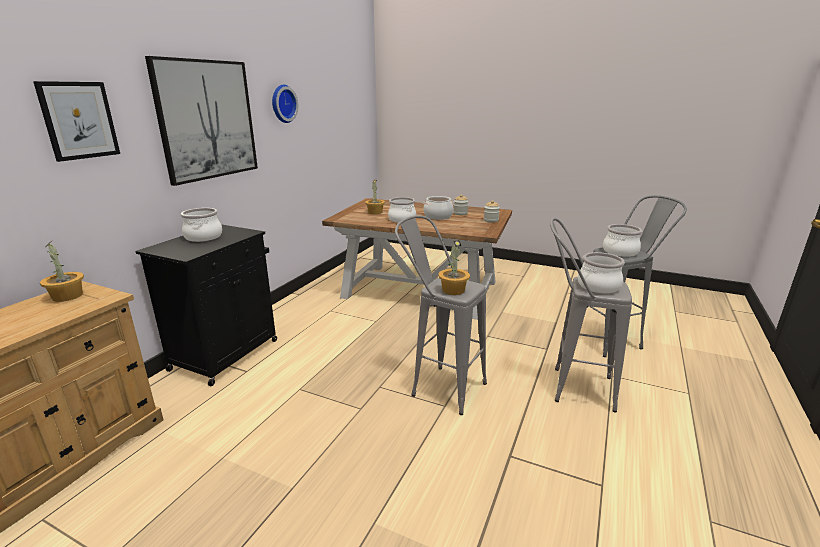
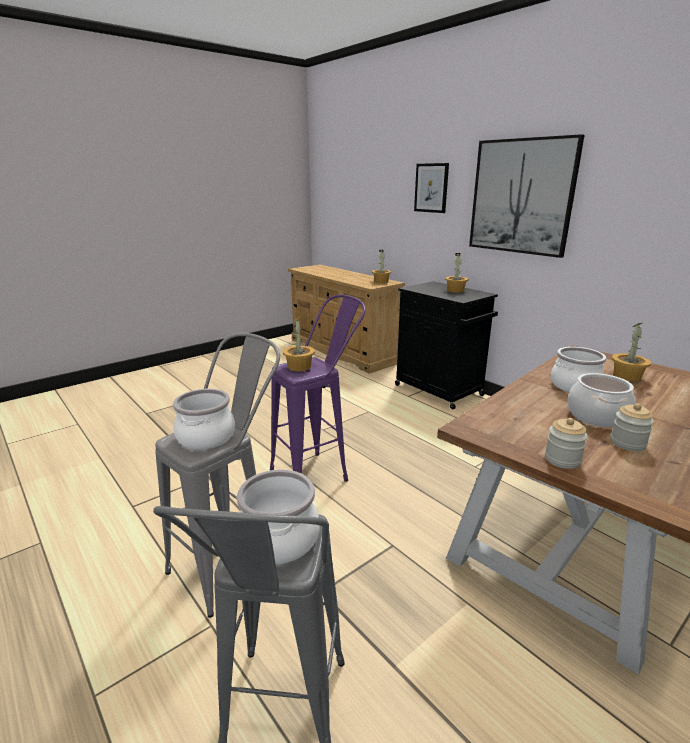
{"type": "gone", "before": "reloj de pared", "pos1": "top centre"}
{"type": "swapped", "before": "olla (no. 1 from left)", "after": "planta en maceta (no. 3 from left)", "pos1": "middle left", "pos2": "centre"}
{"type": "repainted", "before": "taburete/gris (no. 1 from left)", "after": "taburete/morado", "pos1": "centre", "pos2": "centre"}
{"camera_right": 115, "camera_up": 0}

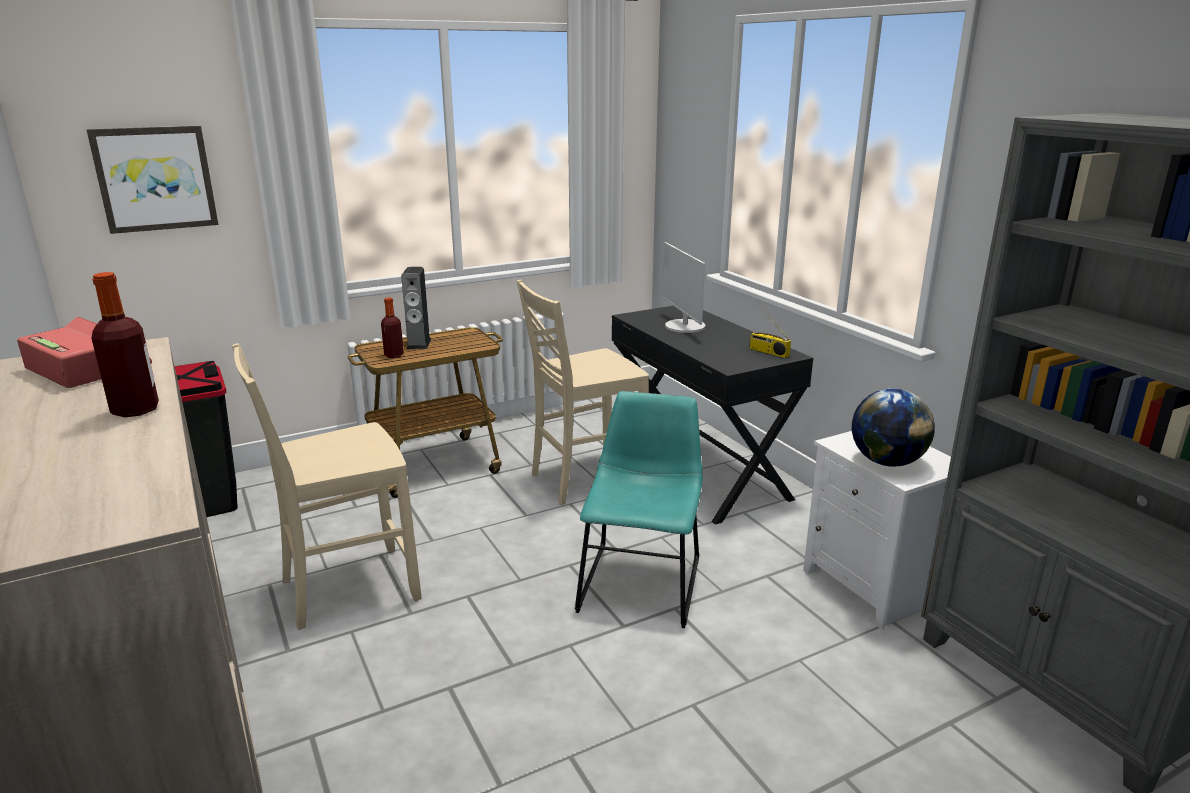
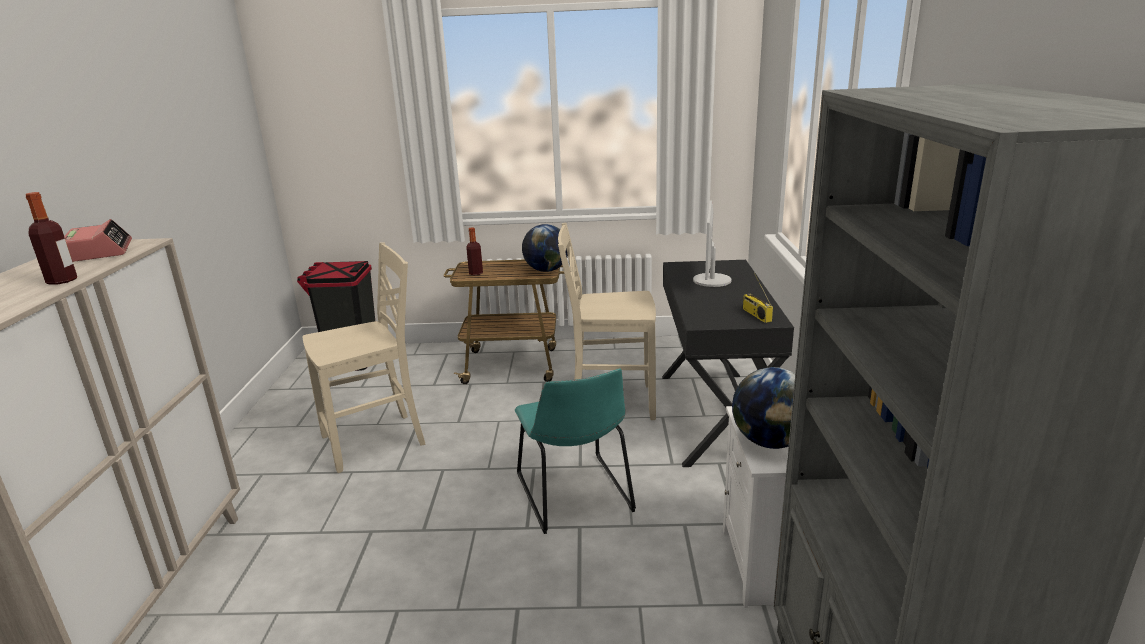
{"type": "gone", "before": "cuadro", "pos1": "top left"}
{"type": "gone", "before": "altavoz", "pos1": "centre"}
{"type": "new", "after": "globo terráqueo (no. 1 from left)", "pos2": "centre"}
{"type": "rotated", "before": "silla/beis (no. 1 from left)", "pos1": "middle left", "pos2": "middle left", "turn": 150}
{"type": "rotated", "before": "silla/turquesa", "pos1": "centre", "pos2": "bottom centre", "turn": 120}
{"camera_right": 30, "camera_up": 0}

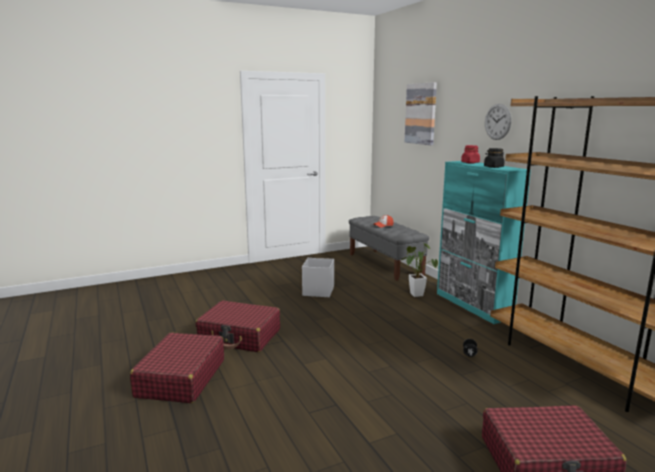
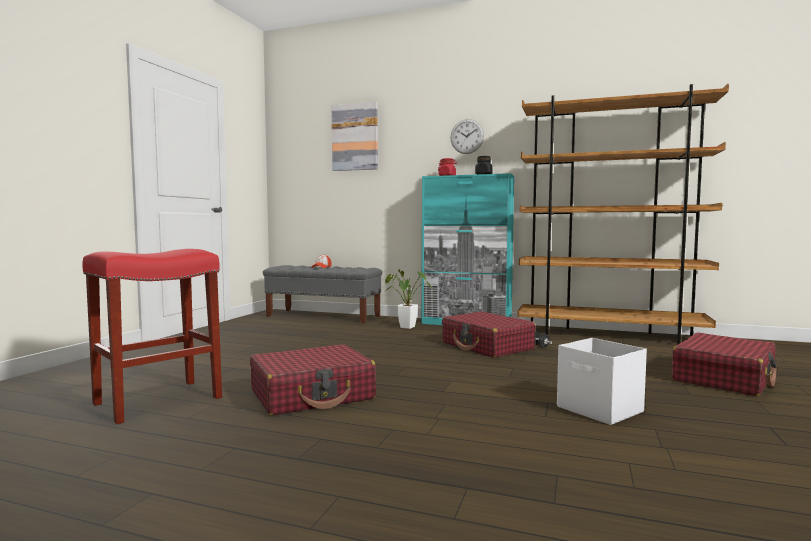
{"type": "new", "after": "taburete/rojo", "pos2": "middle left"}
{"type": "shifted", "before": "maleta/rojo (no. 1 from left in the first image)", "after": "maleta/rojo (no. 2 from left)", "pos1": "bottom left", "pos2": "centre"}
{"type": "shifted", "before": "caja de almacenaje/blanco", "pos1": "centre", "pos2": "bottom right"}
{"camera_right": -45, "camera_up": -10}

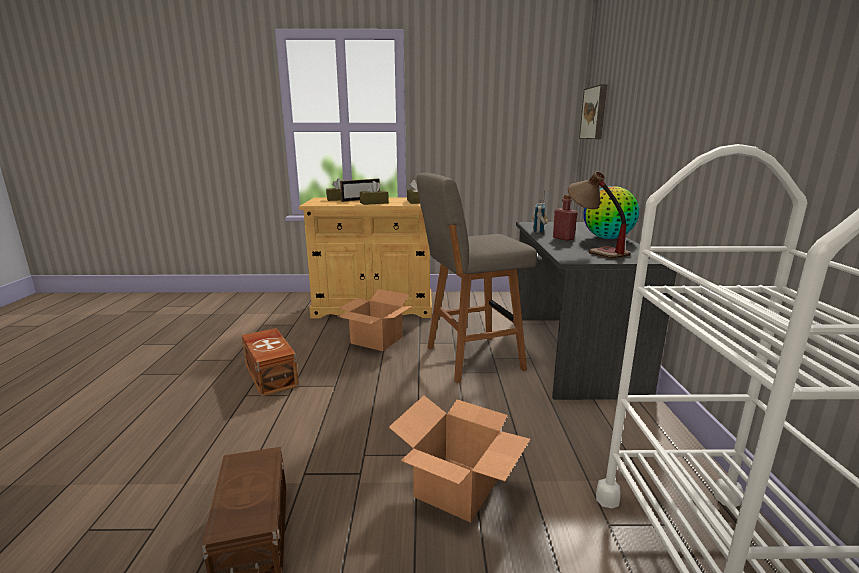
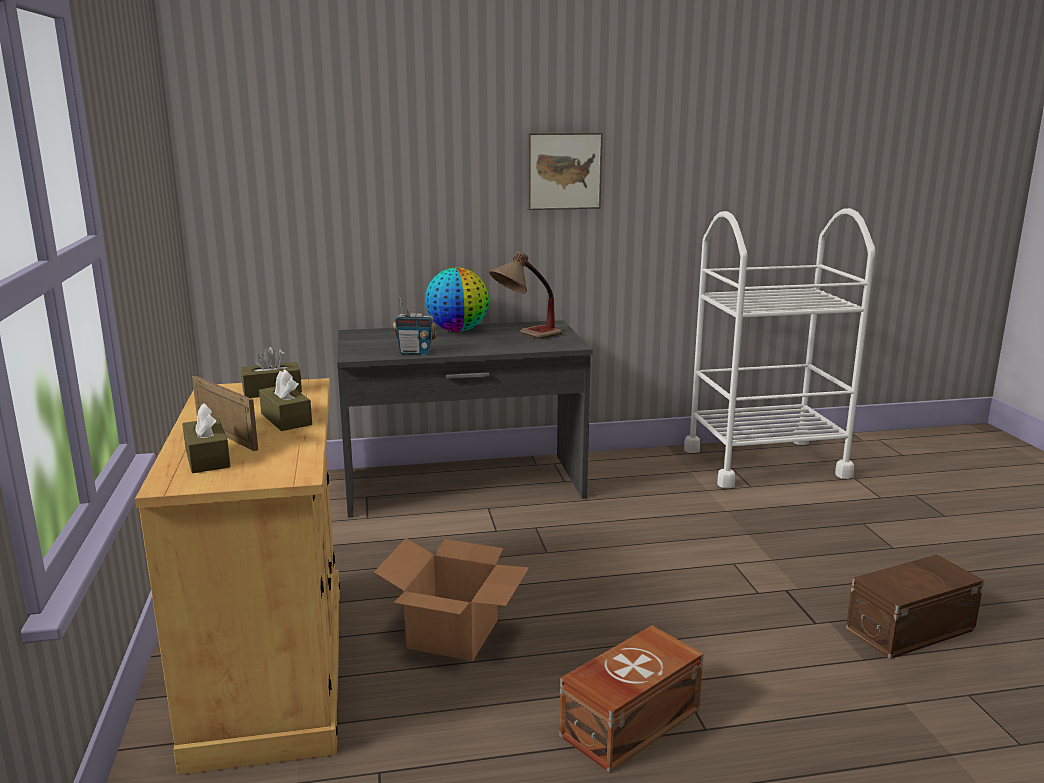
{"type": "gone", "before": "caja de cartón (no. 2 from left)", "pos1": "bottom centre"}
{"type": "gone", "before": "taburete/gris", "pos1": "centre"}
{"type": "gone", "before": "botella/rojo", "pos1": "centre"}
{"type": "shifted", "before": "cuadro", "pos1": "top right", "pos2": "top centre"}
{"camera_right": -100, "camera_up": 0}

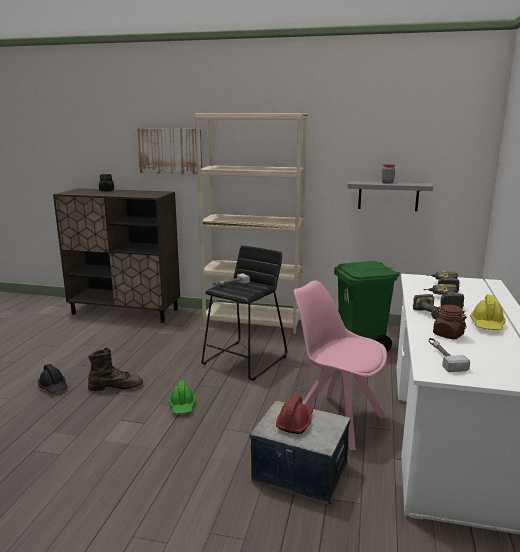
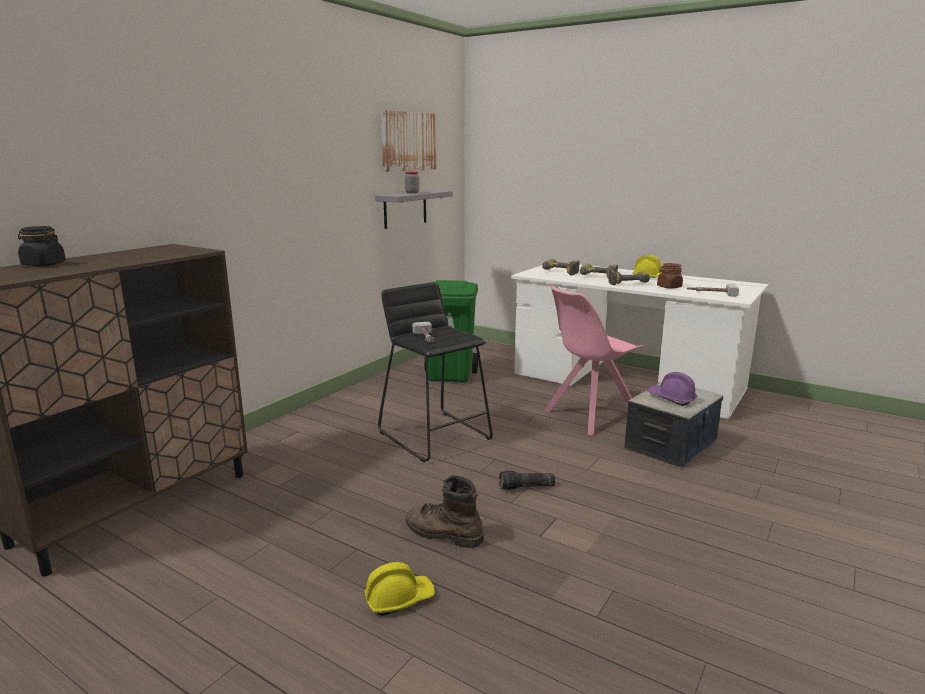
{"type": "gone", "before": "estantería/beis", "pos1": "centre"}
{"type": "shifted", "before": "cuadro", "pos1": "top left", "pos2": "top centre"}
{"type": "swapped", "before": "casco/verde", "after": "linterna", "pos1": "bottom centre", "pos2": "bottom centre"}
{"type": "repainted", "before": "casco/negro", "after": "casco/amarillo (no. 1 from left)", "pos1": "bottom left", "pos2": "bottom centre"}
{"type": "repainted", "before": "casco/rojo", "after": "casco/morado", "pos1": "bottom centre", "pos2": "middle right"}
{"type": "rotated", "before": "bota/marrón", "pos1": "bottom left", "pos2": "bottom centre", "turn": -75}
{"camera_right": -70, "camera_up": 0}

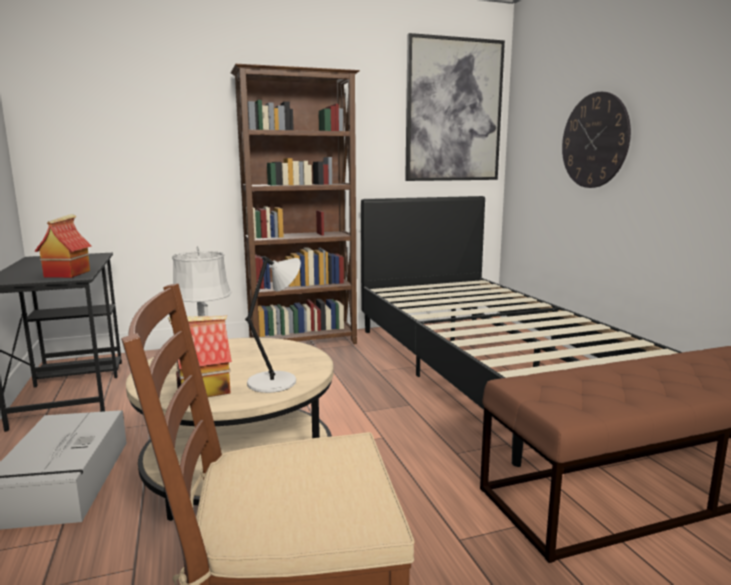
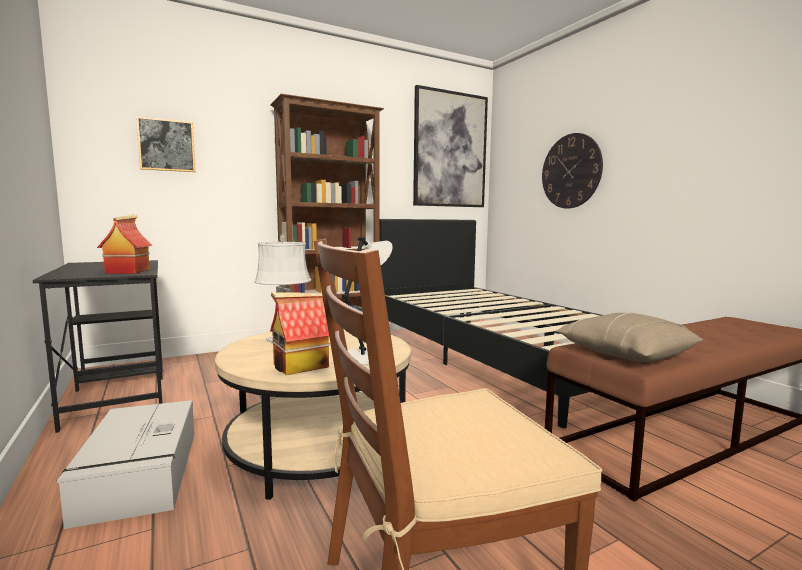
{"type": "new", "after": "cuadro (no. 1 from left)", "pos2": "top left"}
{"type": "new", "after": "cojín/beis", "pos2": "middle right"}
{"camera_right": -10, "camera_up": -5}

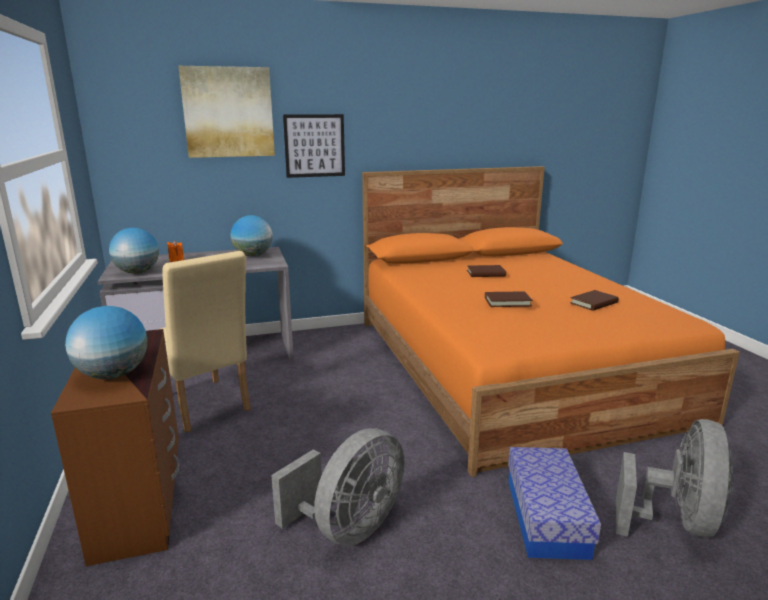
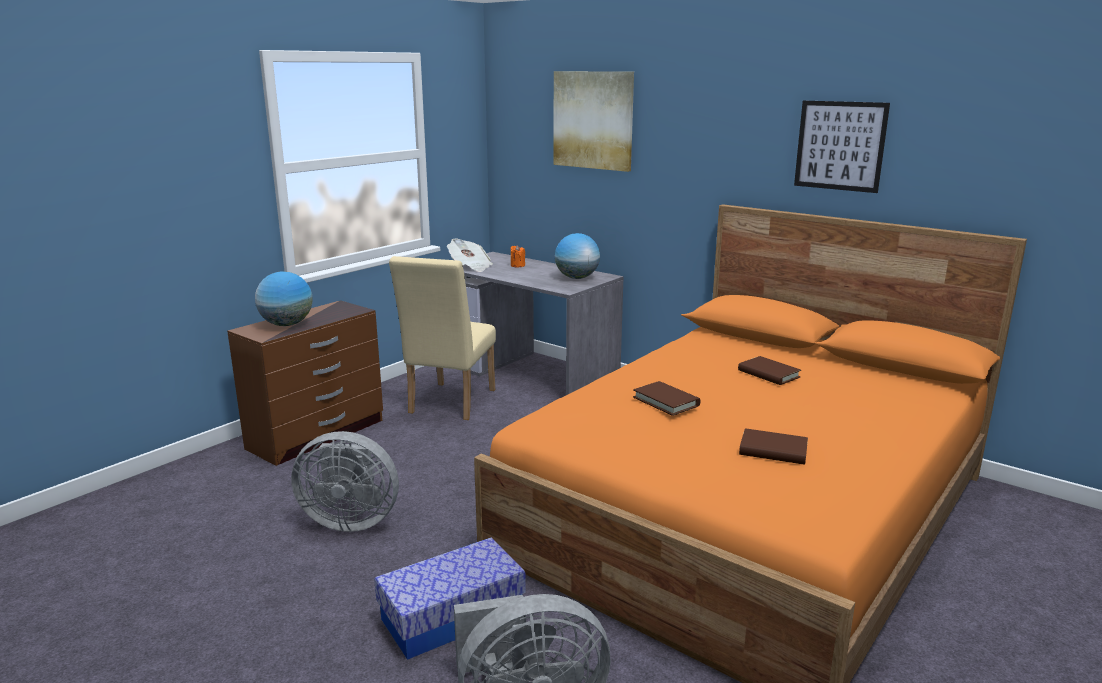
{"type": "shifted", "before": "cuadro (no. 2 from left)", "pos1": "top centre", "pos2": "top right"}
{"type": "swapped", "before": "globo terráqueo (no. 2 from left)", "after": "periódico", "pos1": "middle left", "pos2": "centre"}
{"camera_right": 55, "camera_up": 0}

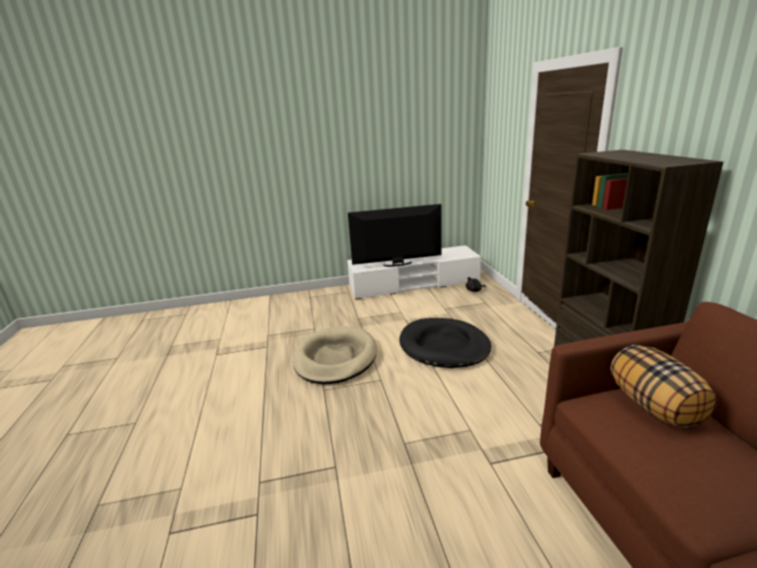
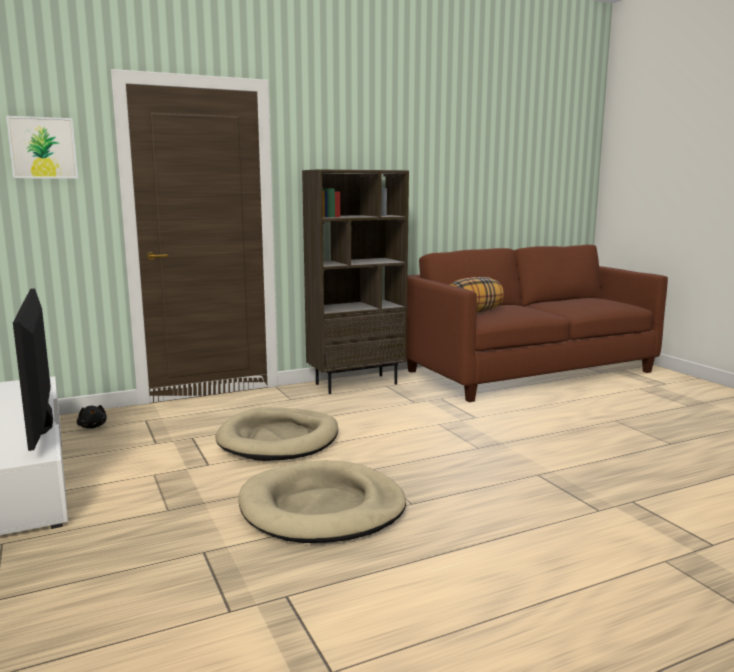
{"type": "new", "after": "cuadro", "pos2": "top left"}
{"type": "repainted", "before": "cama para perro/negro", "after": "cama para perro/beis (no. 1 from left)", "pos1": "centre", "pos2": "centre"}
{"camera_right": -105, "camera_up": -10}

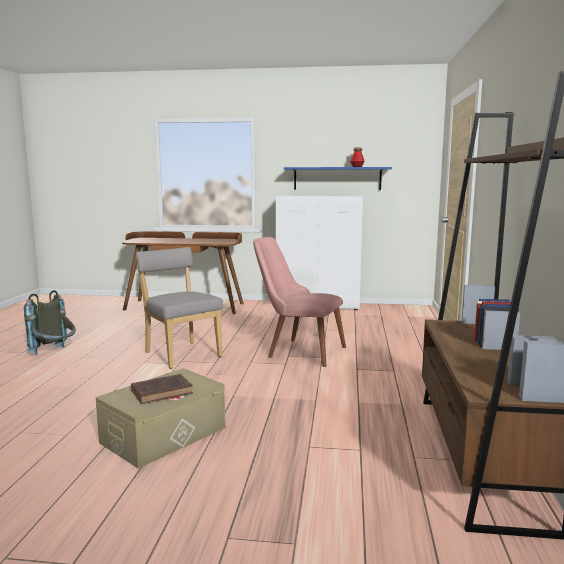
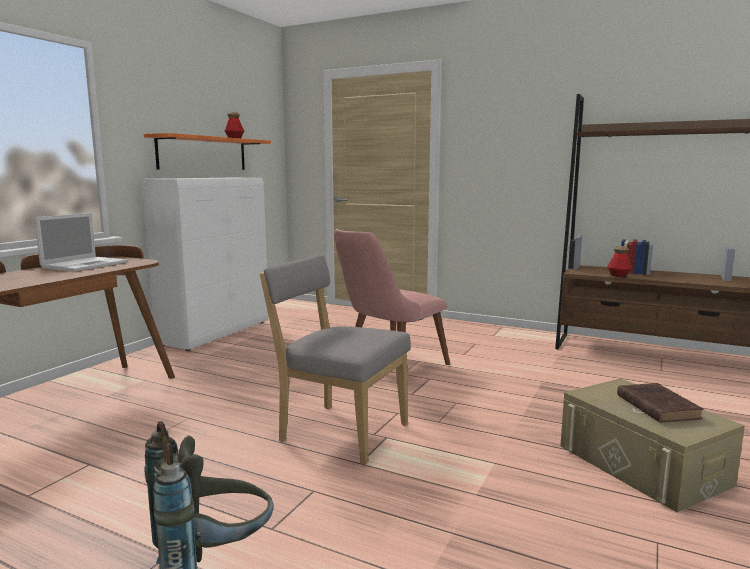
{"type": "new", "after": "portátil", "pos2": "middle left"}
{"type": "new", "after": "botella (no. 2 from left)", "pos2": "middle right"}
{"type": "repainted", "before": "estante/azul", "after": "estante/naranja", "pos1": "top centre", "pos2": "top left"}
{"type": "rotated", "before": "silla/gris", "pos1": "middle left", "pos2": "centre", "turn": 45}
{"camera_right": -70, "camera_up": 0}

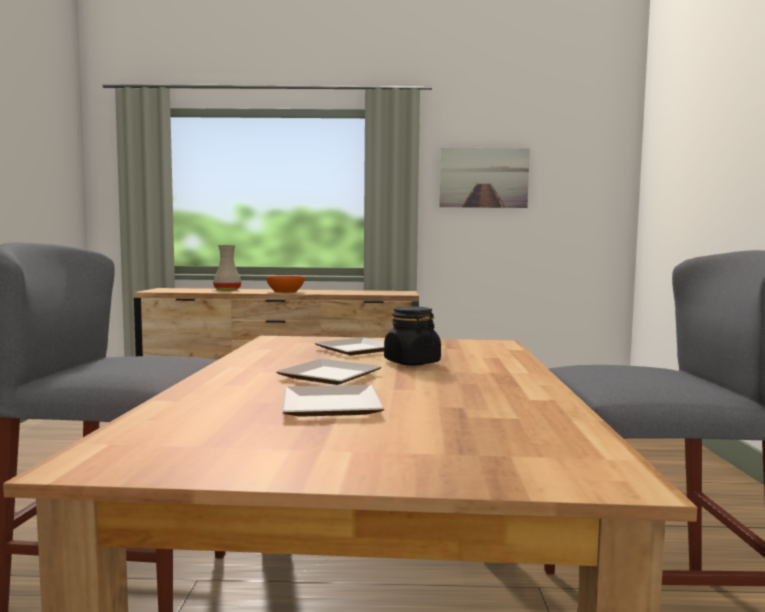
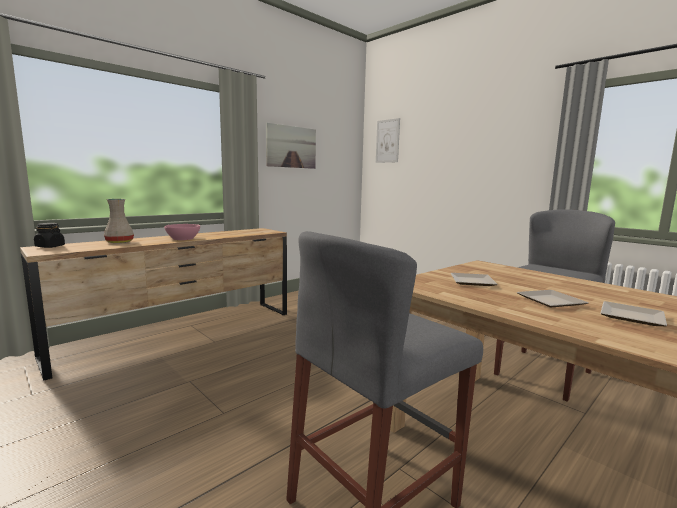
{"type": "new", "after": "cuadro (no. 2 from left)", "pos2": "top centre"}
{"type": "shifted", "before": "tarro/negro", "pos1": "centre", "pos2": "middle left"}
{"type": "repainted", "before": "cuenco/naranja", "after": "cuenco/rosa", "pos1": "centre", "pos2": "middle left"}
{"camera_right": -45, "camera_up": 5}

